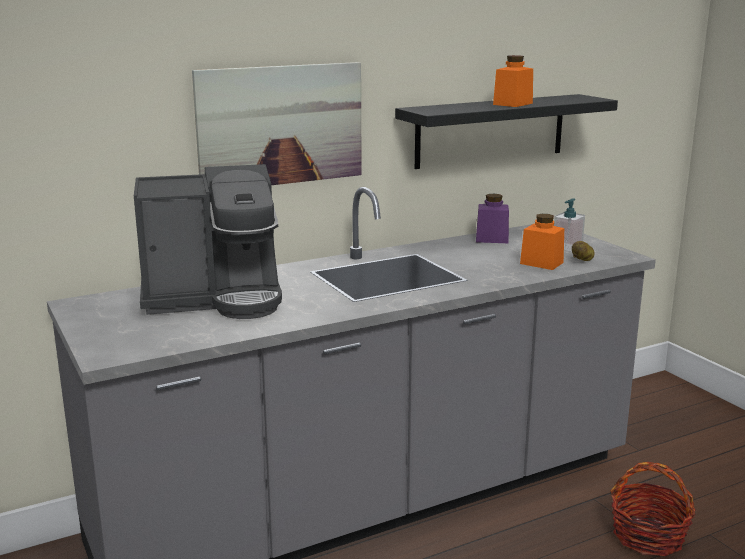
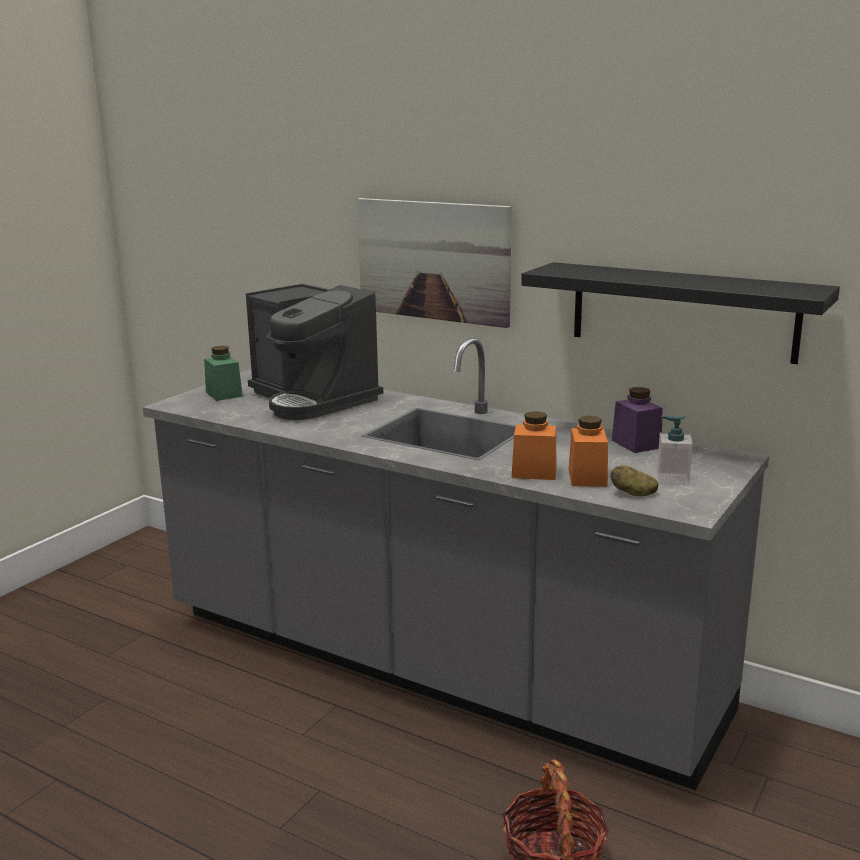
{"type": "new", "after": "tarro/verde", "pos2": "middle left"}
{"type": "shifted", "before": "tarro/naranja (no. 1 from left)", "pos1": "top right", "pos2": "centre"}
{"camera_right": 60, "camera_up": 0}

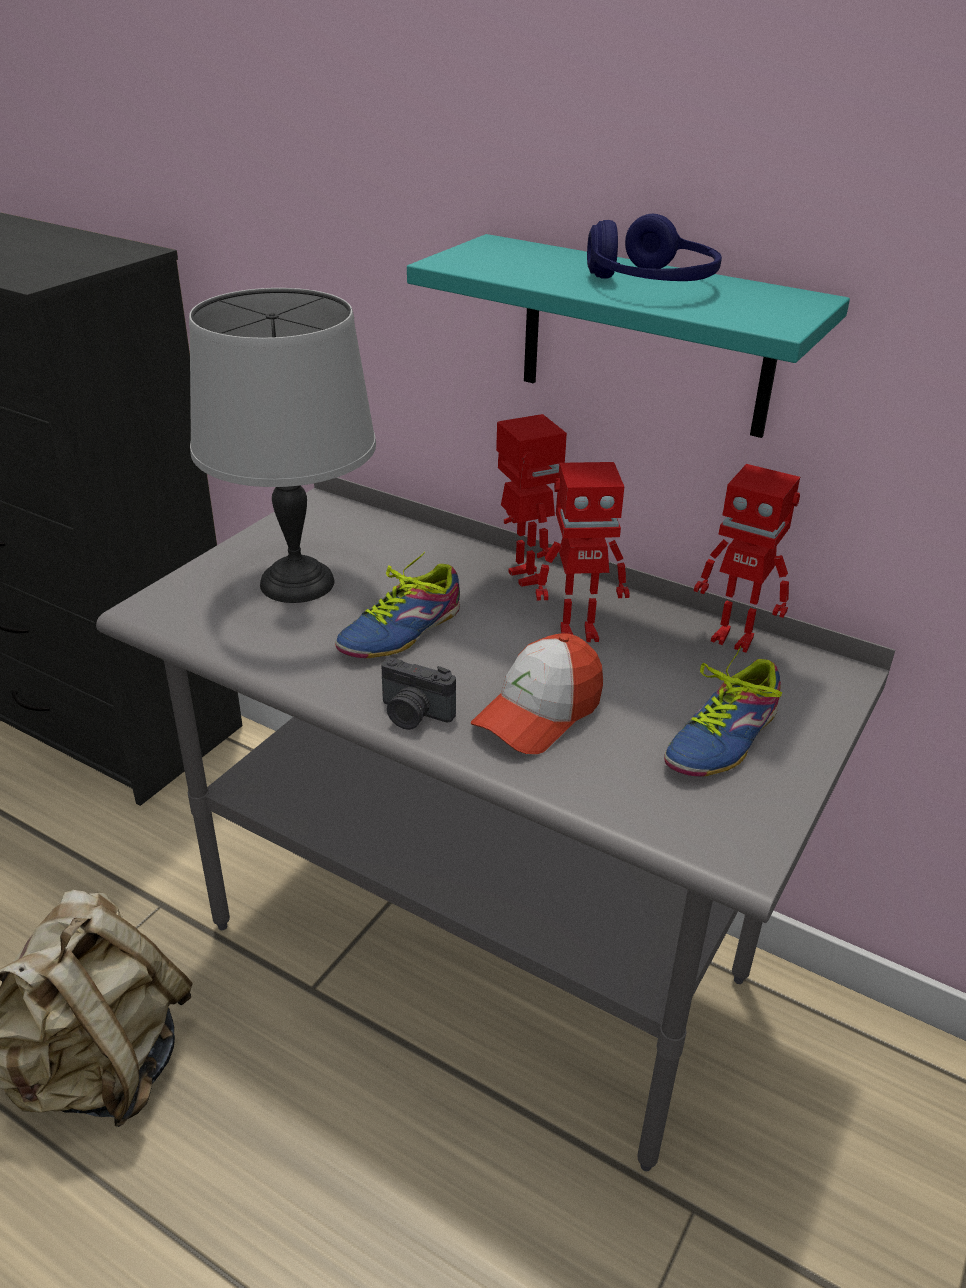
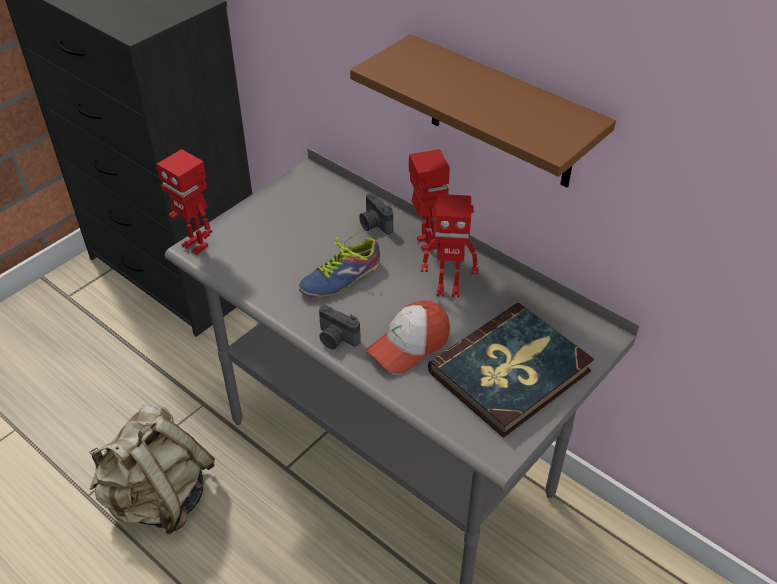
{"type": "gone", "before": "lámpara de mesa/gris", "pos1": "middle left"}
{"type": "gone", "before": "auriculares/azul", "pos1": "top right"}
{"type": "new", "after": "cámara (no. 2 from left)", "pos2": "centre"}
{"type": "shifted", "before": "robot de juguete (no. 3 from left in the first image)", "after": "robot de juguete (no. 1 from left)", "pos1": "middle right", "pos2": "middle left"}
{"type": "swapped", "before": "zapato (no. 2 from left)", "after": "libro", "pos1": "middle right", "pos2": "centre"}
{"type": "repainted", "before": "estante/turquesa", "after": "estante/marrón", "pos1": "top centre", "pos2": "top centre"}
{"camera_right": 10, "camera_up": 10}

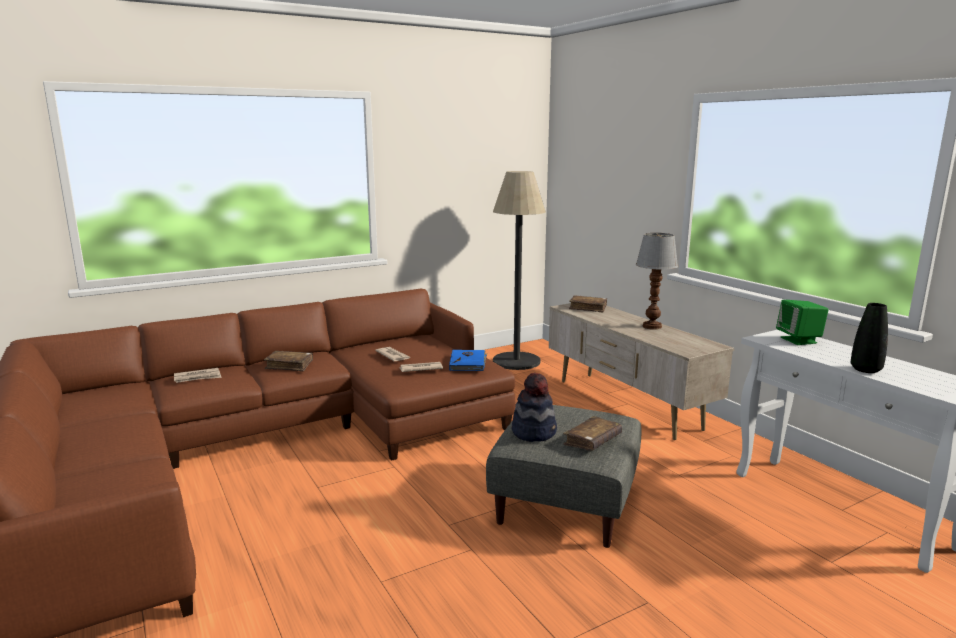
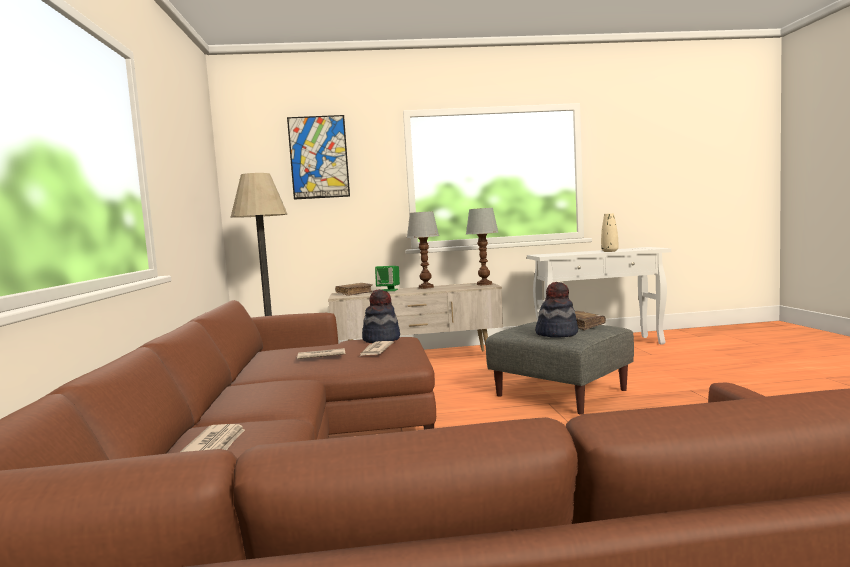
{"type": "gone", "before": "libro/marrón (no. 1 from left)", "pos1": "middle left"}
{"type": "new", "after": "cuadro", "pos2": "top centre"}
{"type": "new", "after": "lámpara de mesa (no. 2 from left)", "pos2": "centre"}
{"type": "shifted", "before": "altavoz/verde", "pos1": "middle right", "pos2": "centre"}
{"type": "swapped", "before": "libro/azul", "after": "sombrero (no. 1 from left)", "pos1": "centre", "pos2": "centre"}
{"type": "repainted", "before": "florero/negro", "after": "florero/beis", "pos1": "middle right", "pos2": "middle right"}
{"camera_right": -65, "camera_up": -10}

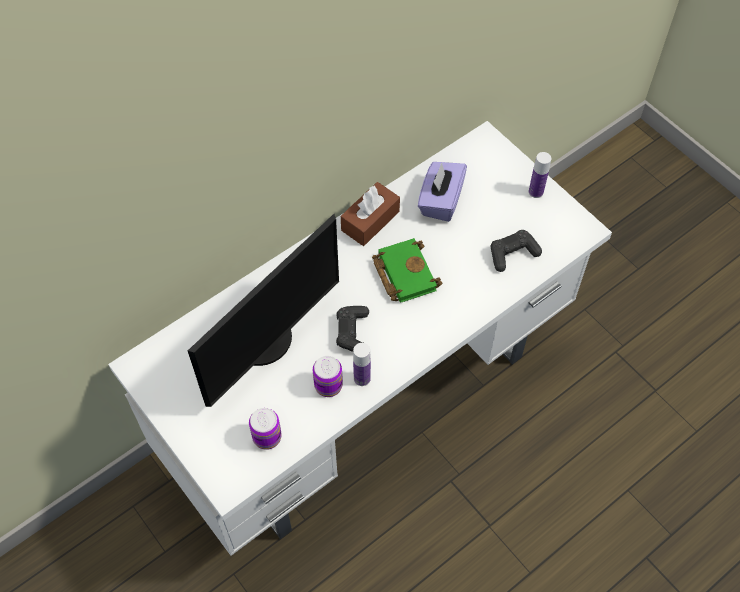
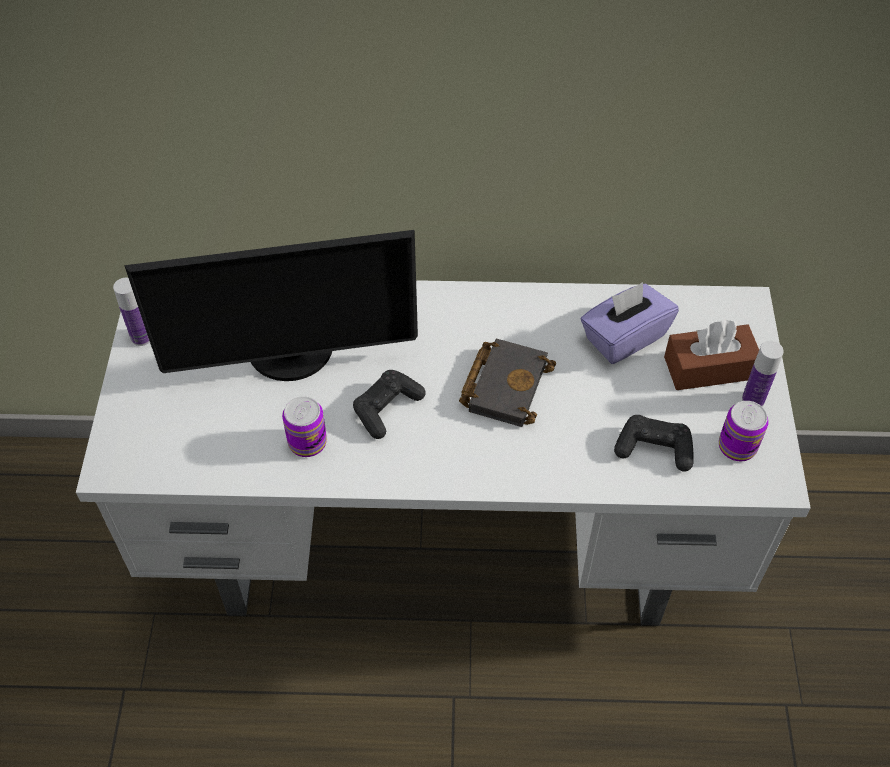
{"type": "shifted", "before": "lata (no. 1 from left in the first image)", "after": "lata (no. 2 from left)", "pos1": "bottom centre", "pos2": "middle right"}
{"type": "shifted", "before": "caja de pañuelos/marrón", "pos1": "centre", "pos2": "middle right"}
{"type": "shifted", "before": "botella (no. 1 from left)", "pos1": "centre", "pos2": "middle left"}
{"type": "repainted", "before": "libro/verde", "after": "libro/negro", "pos1": "centre", "pos2": "centre"}
{"camera_right": 40, "camera_up": -5}

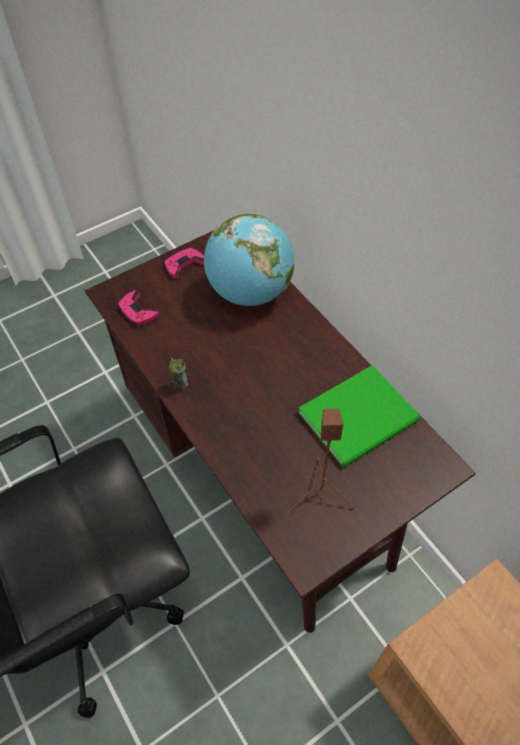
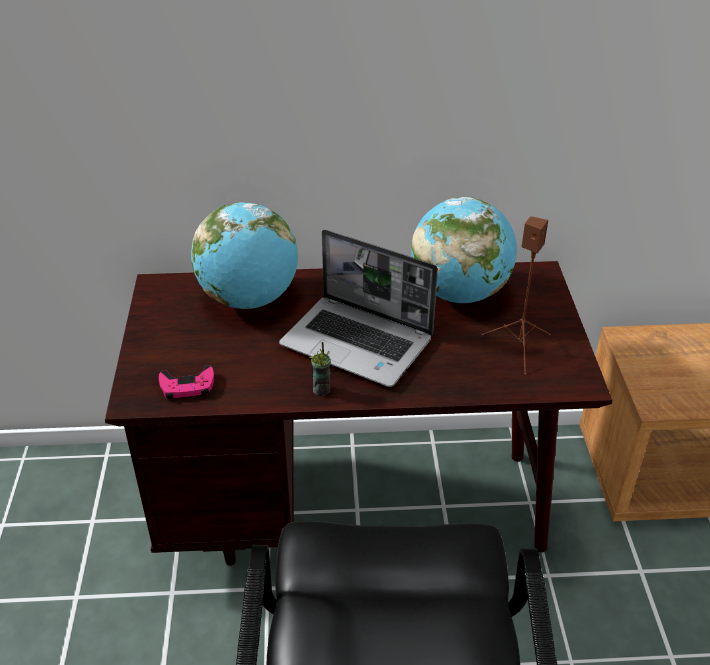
{"type": "gone", "before": "mando de consola/rosa (no. 2 from left)", "pos1": "centre"}
{"type": "new", "after": "portátil", "pos2": "centre"}
{"type": "swapped", "before": "libro/verde", "after": "globo terráqueo (no. 2 from left)", "pos1": "middle right", "pos2": "centre"}
{"camera_right": -60, "camera_up": -15}

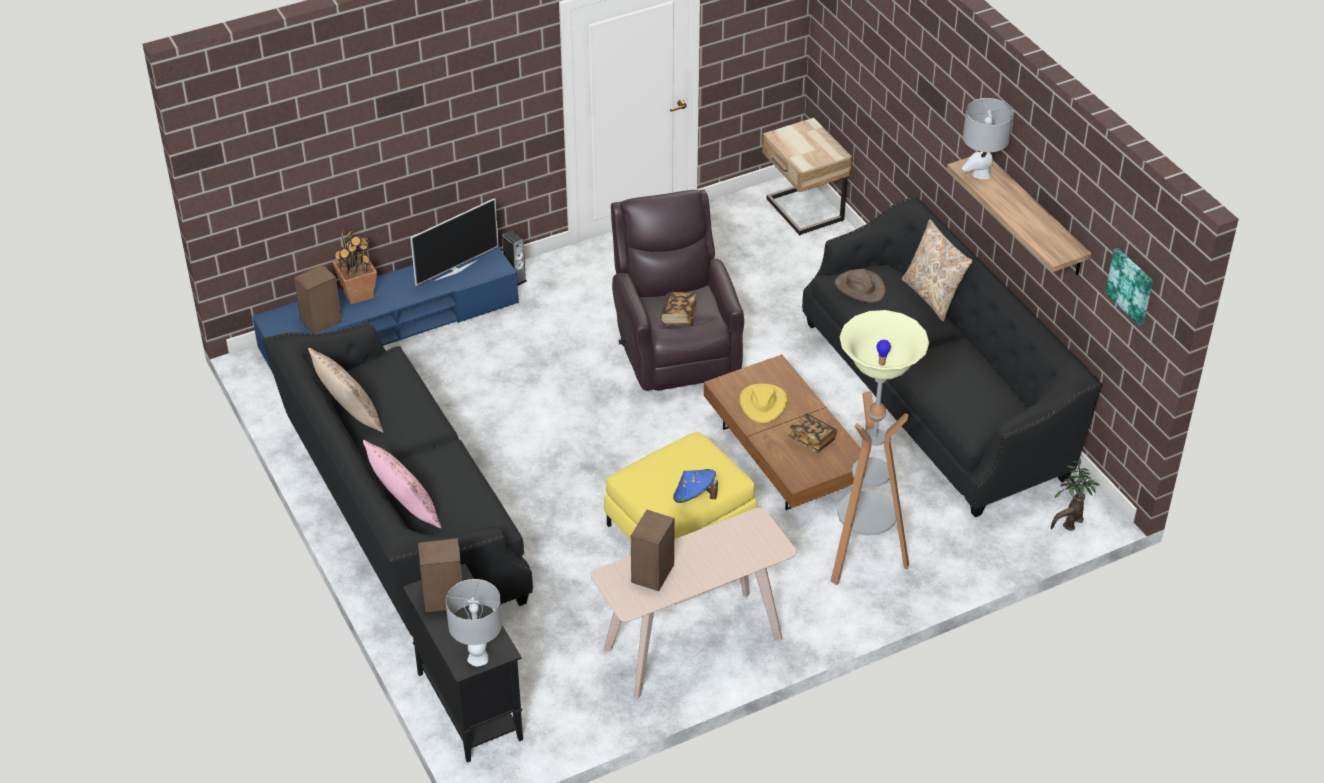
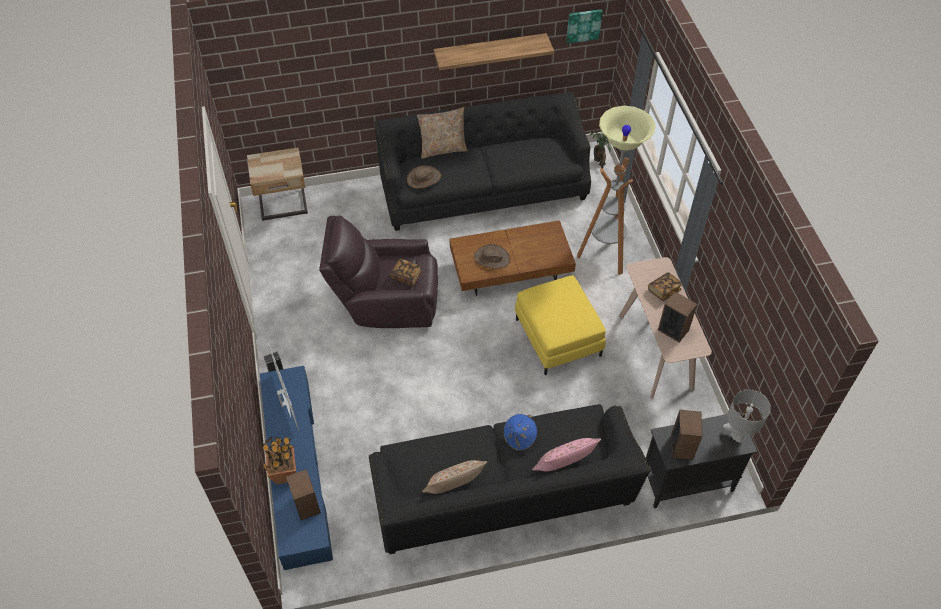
{"type": "gone", "before": "lámpara de mesa/gris (no. 2 from left)", "pos1": "top right"}
{"type": "shifted", "before": "sombrero/azul", "pos1": "centre", "pos2": "bottom centre"}
{"type": "shifted", "before": "libro (no. 2 from left)", "pos1": "centre", "pos2": "middle right"}
{"type": "repainted", "before": "sombrero/amarillo", "after": "sombrero/marrón (no. 2 from left)", "pos1": "centre", "pos2": "centre"}
{"camera_right": -75, "camera_up": 10}

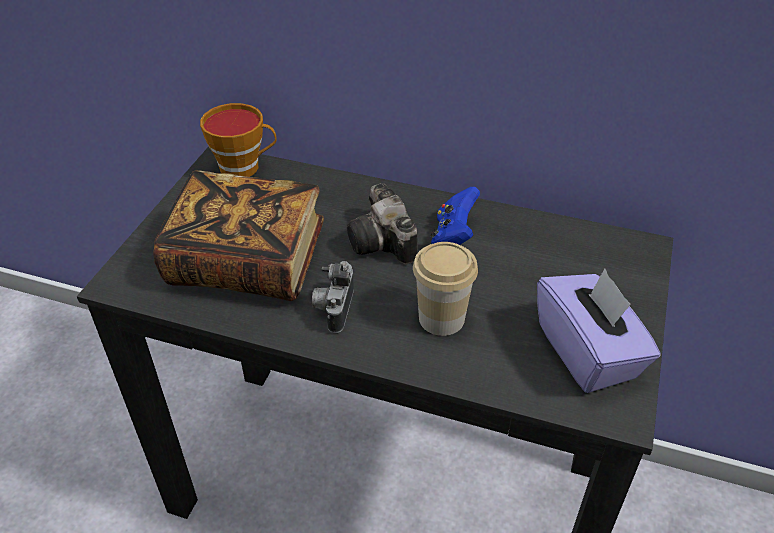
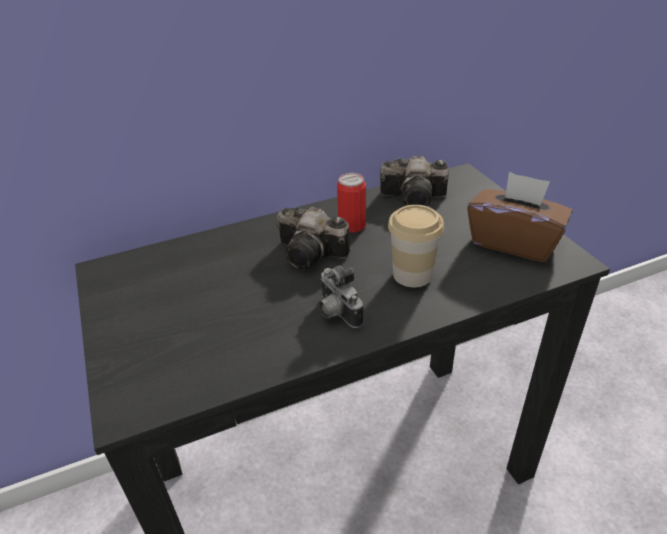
{"type": "gone", "before": "libro", "pos1": "middle left"}
{"type": "gone", "before": "taza (no. 1 from left)", "pos1": "top left"}
{"type": "new", "after": "cámara (no. 3 from left)", "pos2": "centre"}
{"type": "swapped", "before": "mando de consola/azul", "after": "lata", "pos1": "centre", "pos2": "centre"}
{"type": "repainted", "before": "caja de pañuelos/morado", "after": "caja de pañuelos/marrón", "pos1": "middle right", "pos2": "middle right"}
{"camera_right": -40, "camera_up": -5}

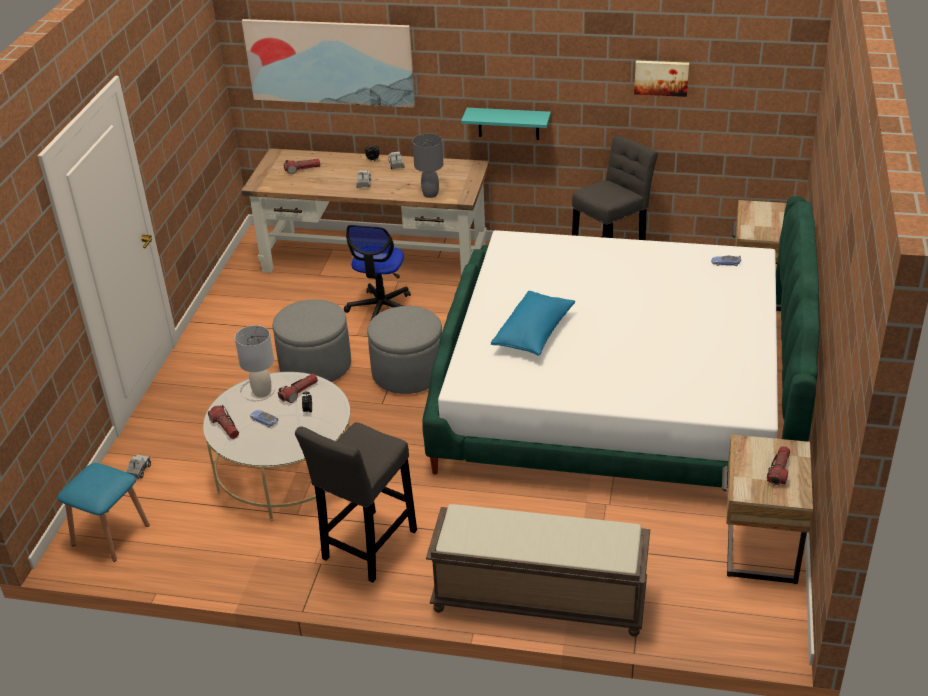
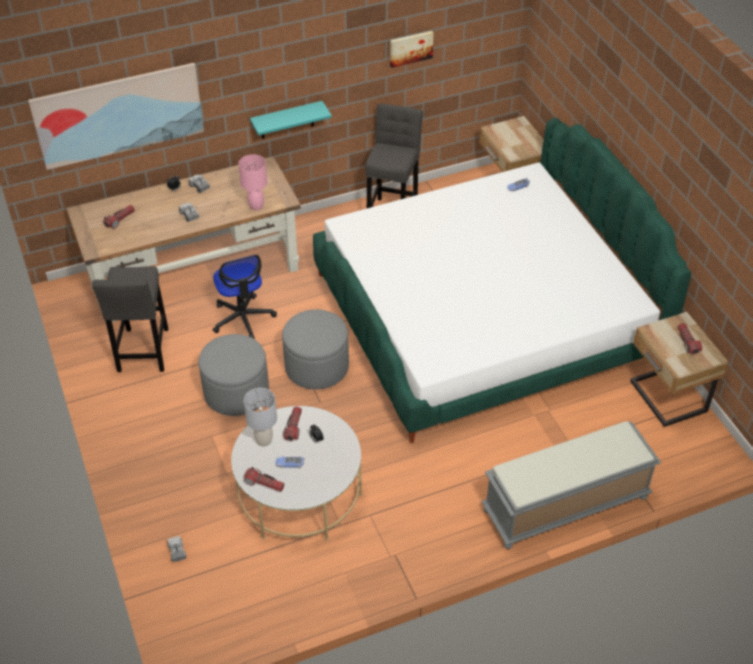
{"type": "gone", "before": "taburete/azul", "pos1": "bottom left"}
{"type": "gone", "before": "cojín/azul", "pos1": "centre"}
{"type": "shifted", "before": "taburete/gris (no. 1 from left)", "pos1": "bottom centre", "pos2": "middle left"}
{"type": "repainted", "before": "lámpara de mesa/gris (no. 2 from left)", "after": "lámpara de mesa/rosa", "pos1": "top centre", "pos2": "top centre"}
{"type": "repainted", "before": "banco/marrón", "after": "banco/gris", "pos1": "bottom centre", "pos2": "bottom right"}
{"camera_right": -35, "camera_up": 10}

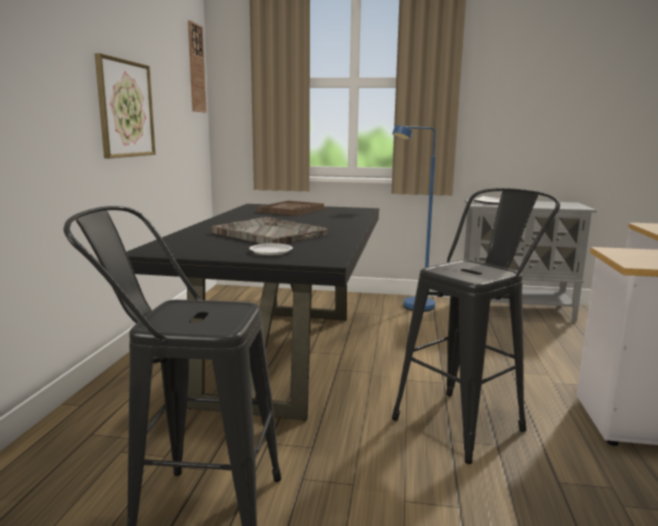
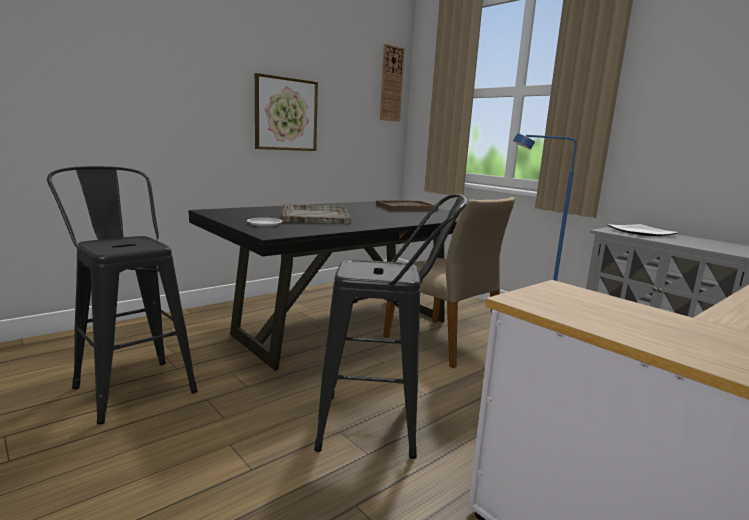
{"type": "new", "after": "silla/beis", "pos2": "centre"}
{"camera_right": 40, "camera_up": 0}

